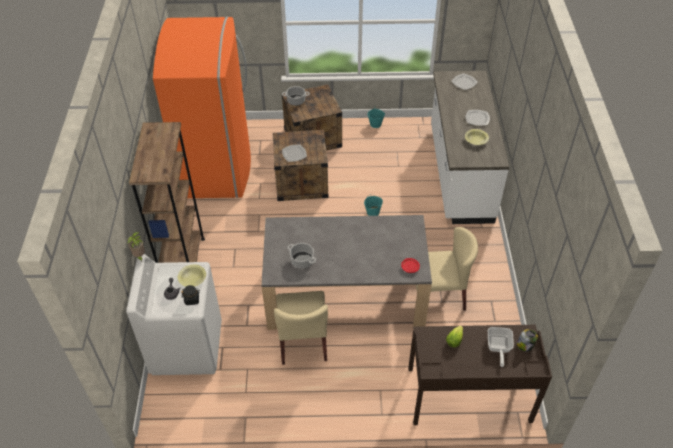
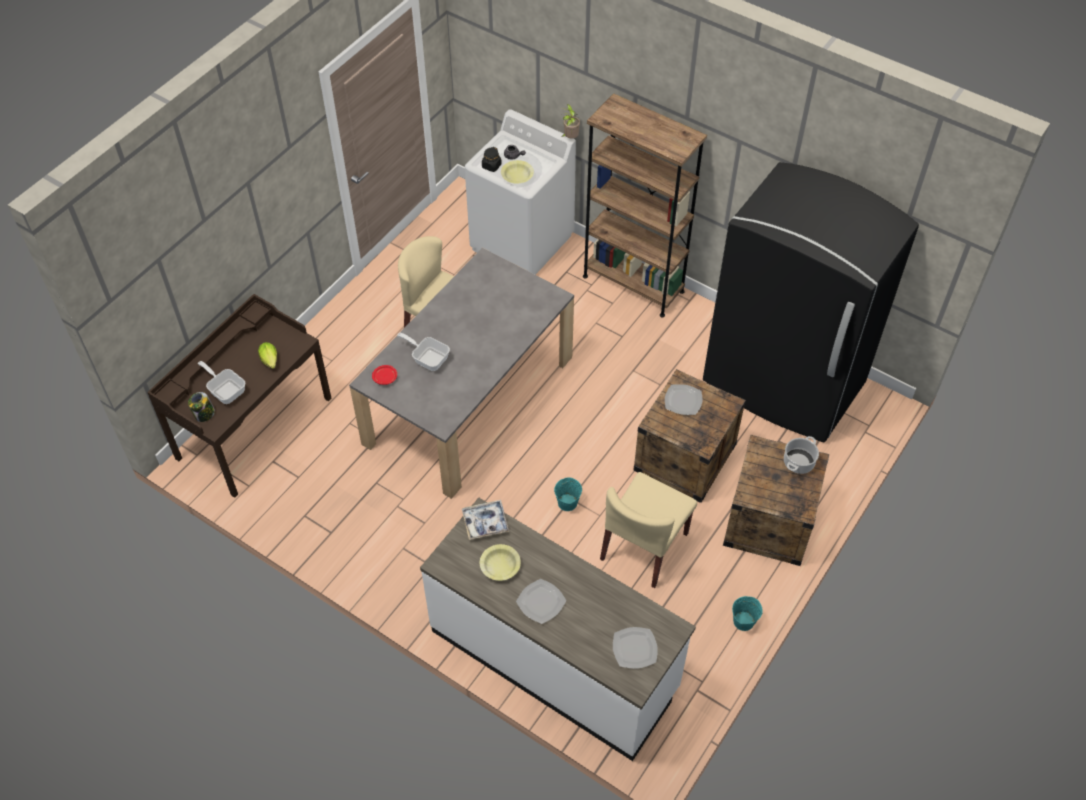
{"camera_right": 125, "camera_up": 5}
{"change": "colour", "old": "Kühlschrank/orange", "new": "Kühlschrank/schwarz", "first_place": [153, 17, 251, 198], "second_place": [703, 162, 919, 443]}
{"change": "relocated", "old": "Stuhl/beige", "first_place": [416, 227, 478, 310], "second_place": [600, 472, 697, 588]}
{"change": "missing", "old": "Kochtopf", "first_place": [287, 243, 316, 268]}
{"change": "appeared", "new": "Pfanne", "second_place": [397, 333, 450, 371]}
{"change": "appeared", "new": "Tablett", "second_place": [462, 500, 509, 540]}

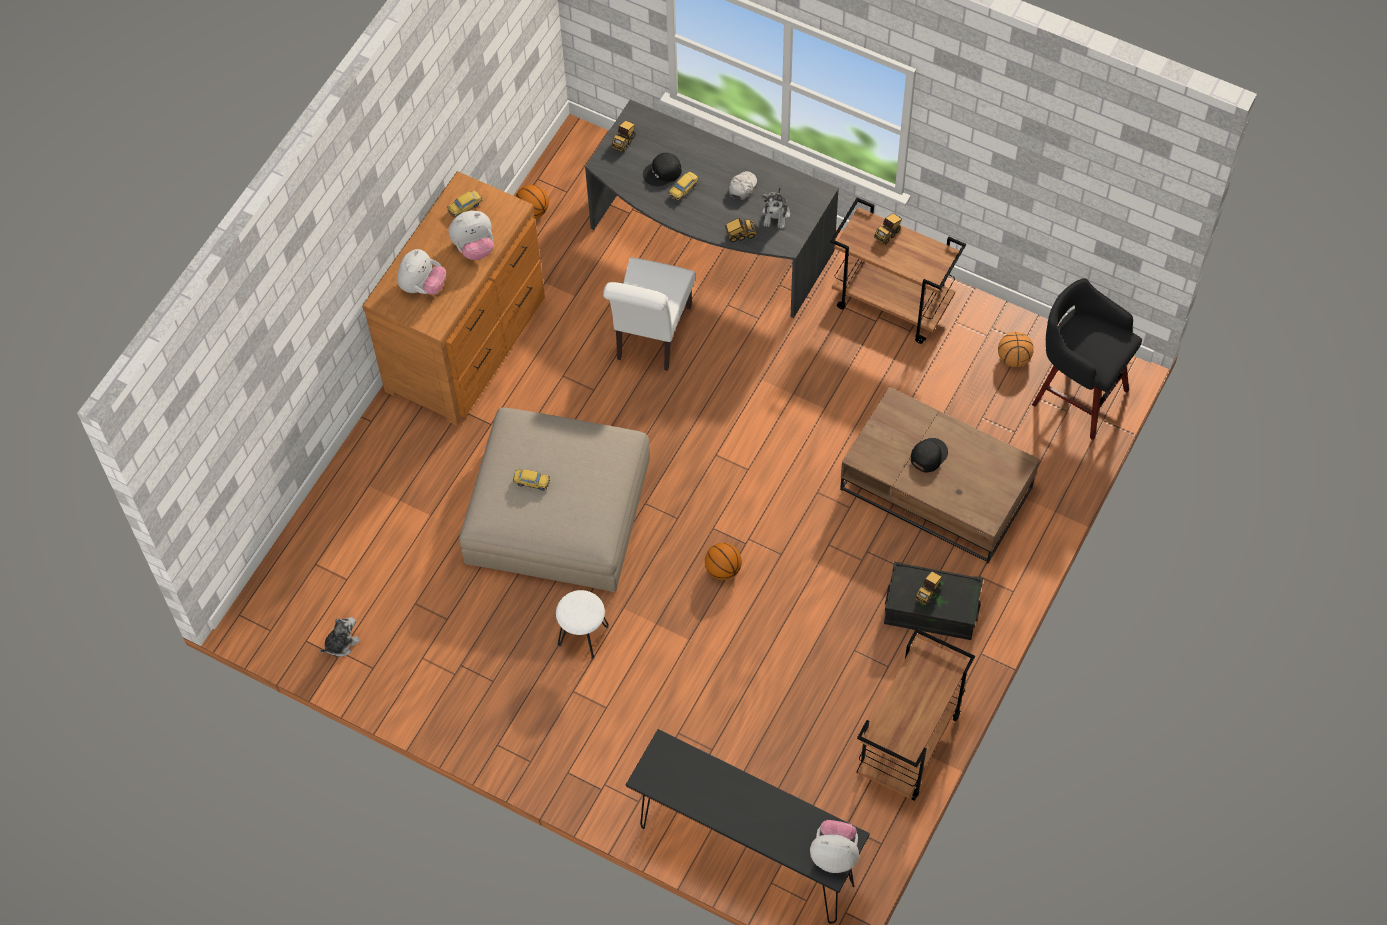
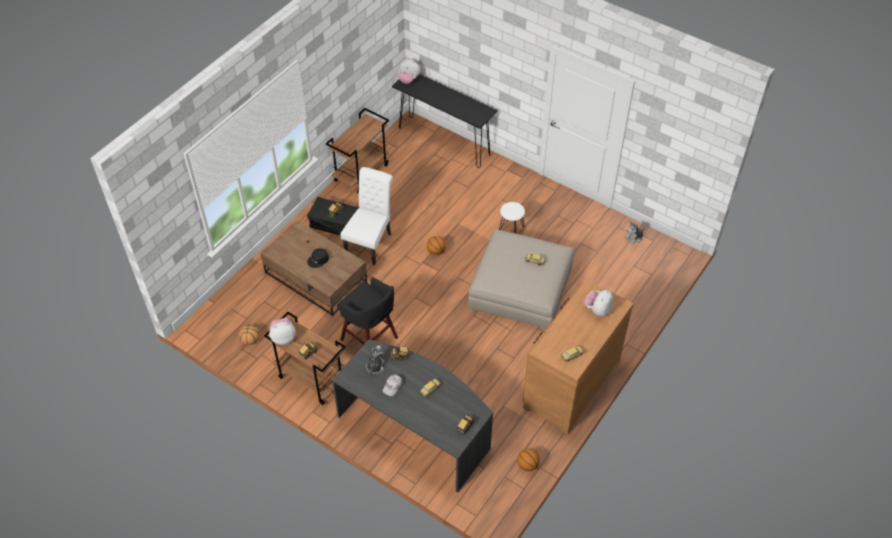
{"camera_right": -175, "camera_up": -10}
{"change": "missing", "old": "Kappe/schwarz", "first_place": [643, 153, 682, 187]}
{"change": "relocated", "old": "Plüschtier", "first_place": [448, 211, 493, 260], "second_place": [269, 318, 296, 345]}
{"change": "relocated", "old": "Stuhl/weiß", "first_place": [603, 257, 695, 371], "second_place": [341, 167, 393, 266]}
{"change": "relocated", "old": "Hocker/schwarz", "first_place": [1032, 278, 1142, 440], "second_place": [337, 278, 398, 345]}

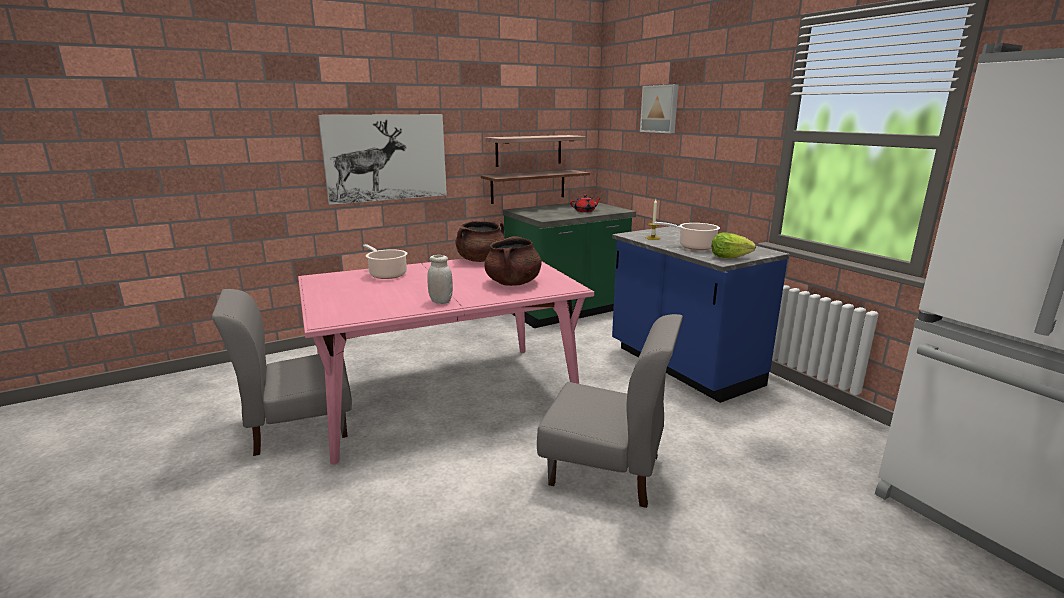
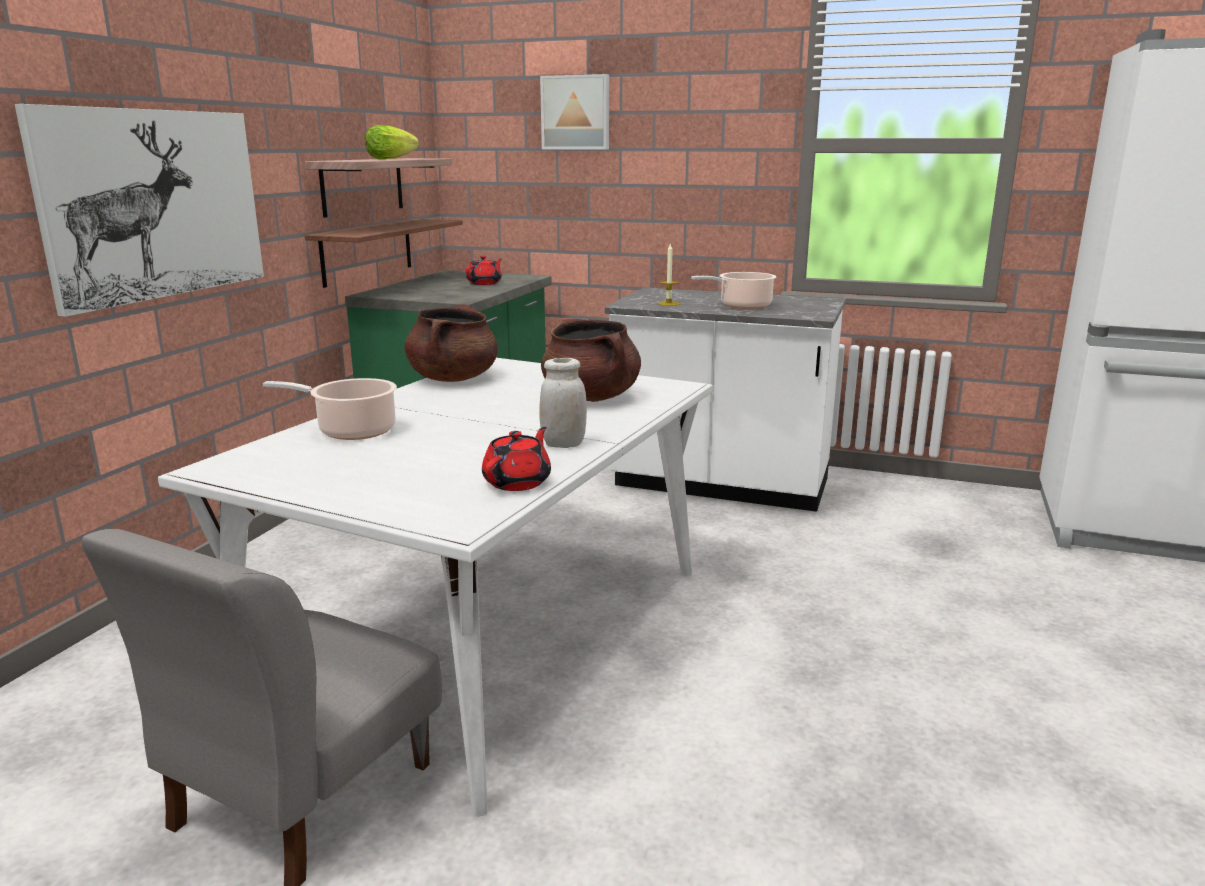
{"camera_right": -40, "camera_up": 0}
{"change": "colour", "old": "Küchenzeile/blau", "new": "Küchenzeile/weiß", "first_place": [612, 226, 790, 403], "second_place": [605, 288, 846, 512]}
{"change": "relocated", "old": "Salatkopf", "first_place": [712, 232, 756, 258], "second_place": [365, 125, 419, 159]}
{"change": "colour", "old": "Esstisch/rosa", "new": "Esstisch/weiß", "first_place": [298, 258, 594, 465], "second_place": [158, 358, 713, 817]}
{"change": "missing", "old": "Stuhl/grau", "first_place": [537, 314, 683, 508]}
{"change": "appeared", "new": "Teekanne/rot", "second_place": [482, 427, 551, 491]}

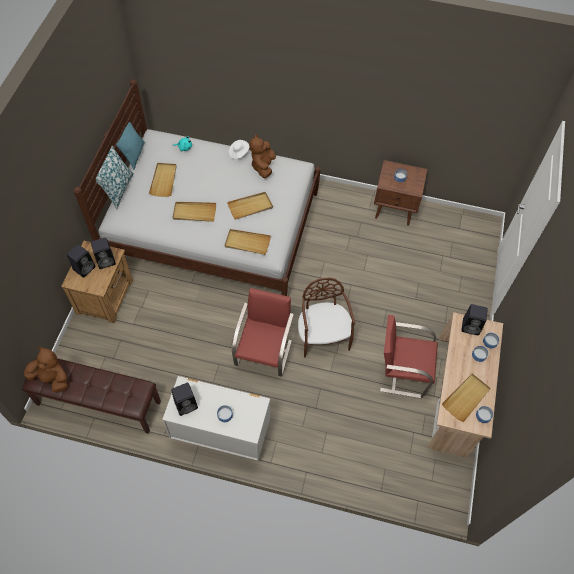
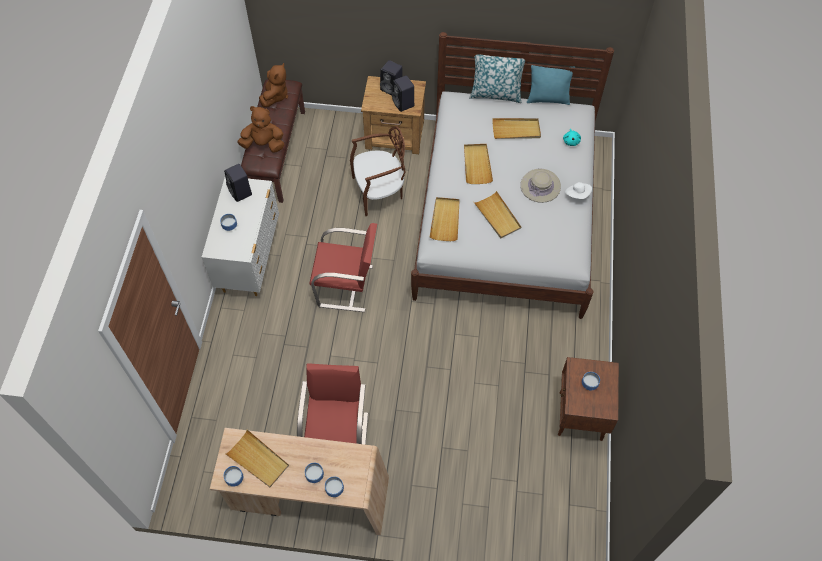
{"camera_right": 85, "camera_up": 0}
{"change": "relocated", "old": "Plüschtier/braun", "first_place": [249, 134, 276, 178], "second_place": [237, 106, 284, 153]}
{"change": "relocated", "old": "Stuhl/braun", "first_place": [298, 278, 355, 358], "second_place": [350, 126, 405, 216]}
{"change": "missing", "old": "Lautsprecher/schwarz", "first_place": [461, 304, 488, 335]}
{"change": "appeared", "new": "Hut/beige", "second_place": [520, 169, 561, 203]}

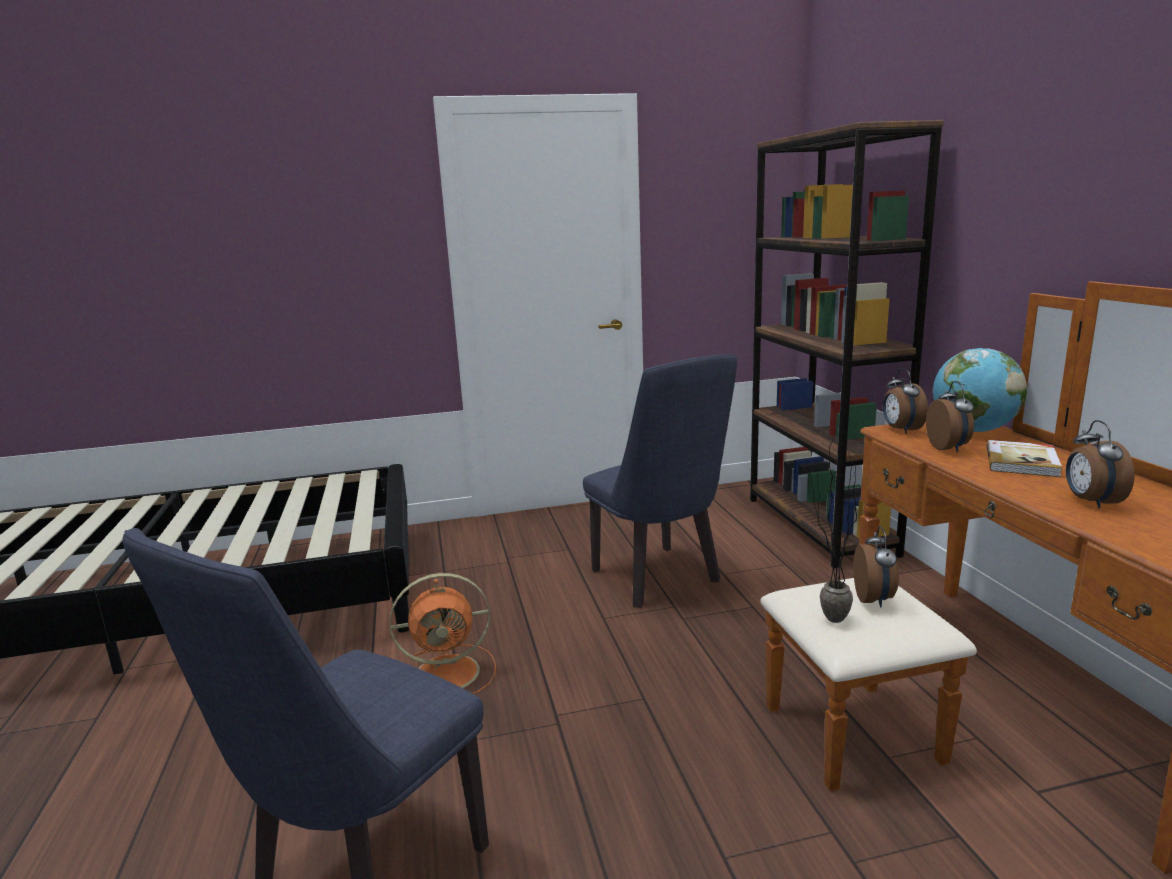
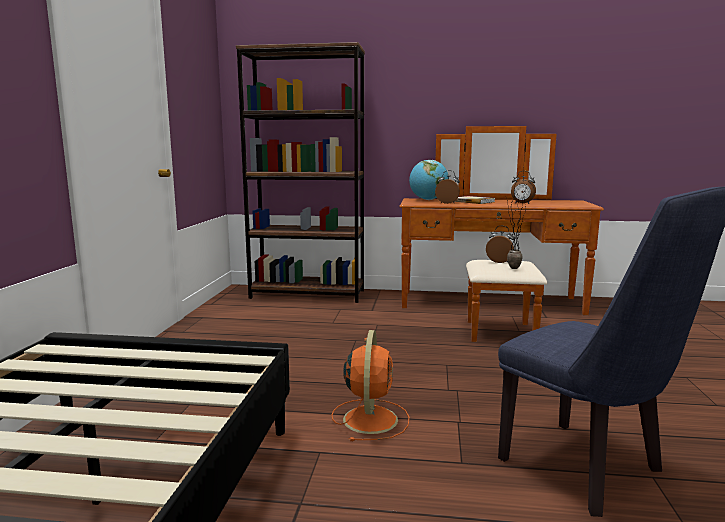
{"camera_right": -70, "camera_up": -5}
{"change": "missing", "old": "Stuhl/blau", "first_place": [583, 354, 737, 608]}
{"change": "missing", "old": "Wecker", "first_place": [883, 368, 928, 434]}

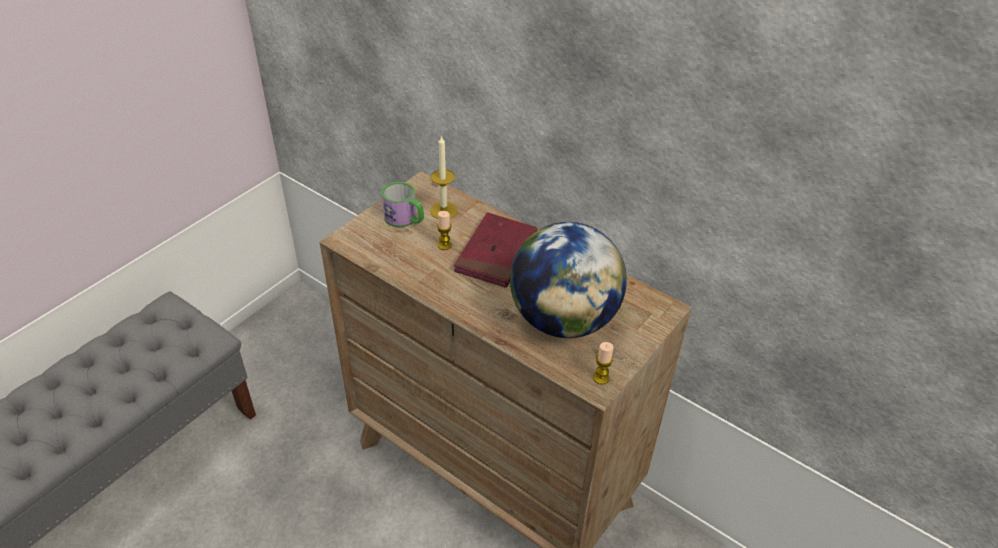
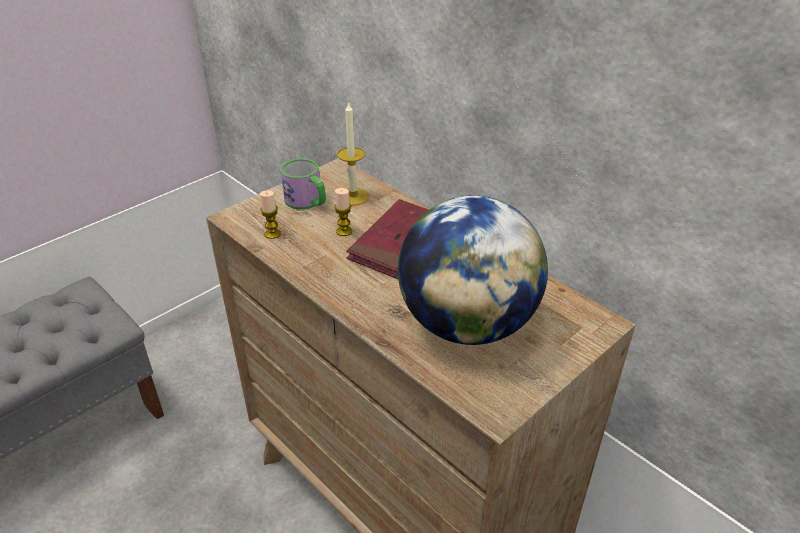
{"camera_right": 10, "camera_up": -5}
{"change": "relocated", "old": "Kerze", "first_place": [593, 342, 613, 385], "second_place": [260, 190, 281, 239]}

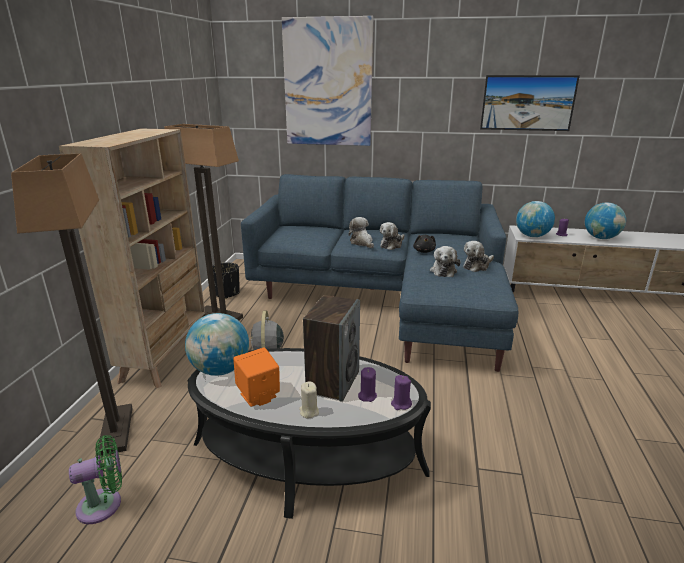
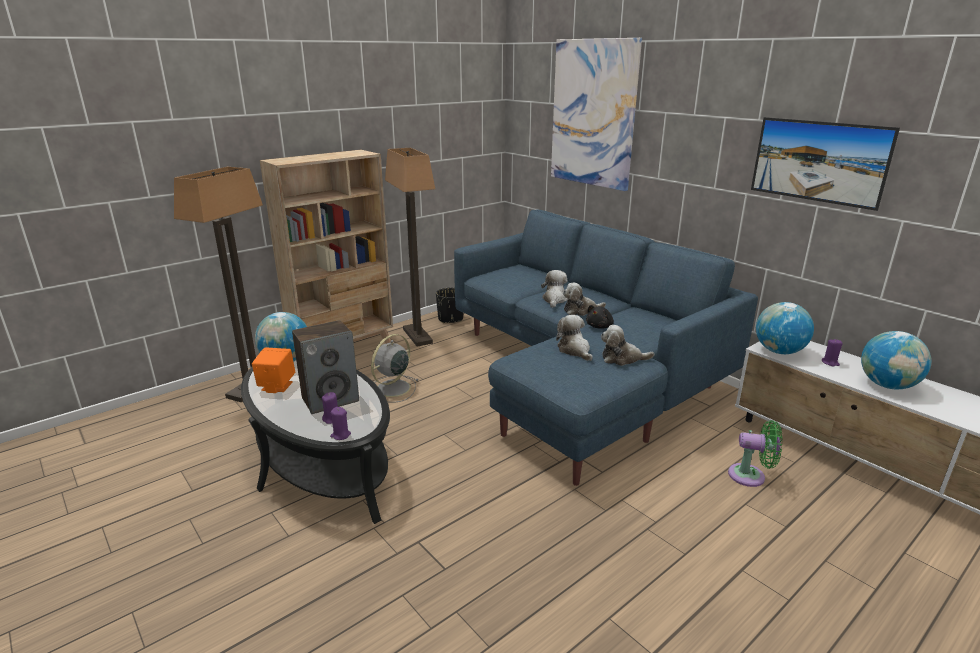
{"camera_right": 40, "camera_up": 0}
{"change": "spun", "old": "Plüschtier", "first_place": [430, 246, 461, 277], "second_place": [556, 315, 593, 361], "degrees": 105}
{"change": "missing", "old": "Kerze/beige", "first_place": [299, 382, 319, 418]}
{"change": "relocated", "old": "Ventilator/grün", "first_place": [69, 435, 122, 524], "second_place": [728, 420, 782, 487]}

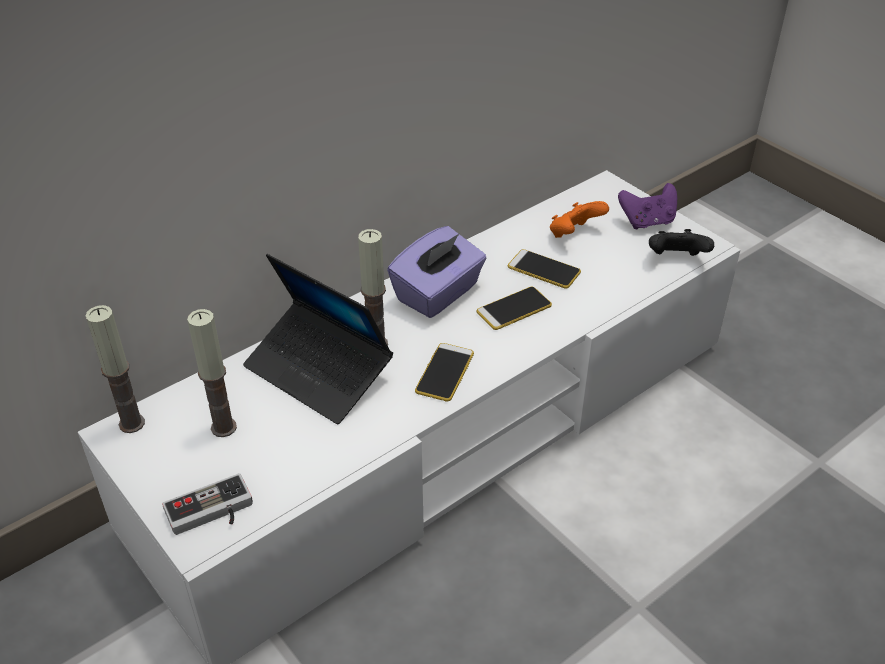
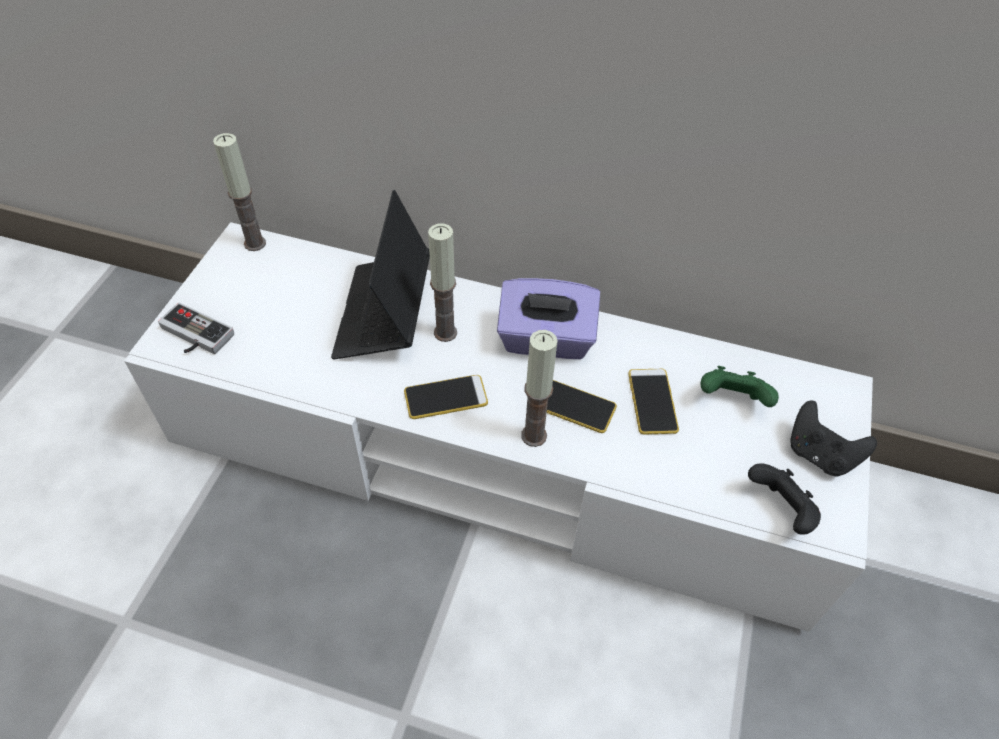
{"camera_right": 55, "camera_up": 10}
{"change": "colour", "old": "Gamepad/lila", "new": "Gamepad/schwarz", "first_place": [618, 183, 677, 229], "second_place": [790, 401, 877, 476]}
{"change": "colour", "old": "Gamepad/orange", "new": "Gamepad/grün", "first_place": [550, 201, 609, 238], "second_place": [700, 366, 779, 407]}
{"change": "relocated", "old": "Kerze", "first_place": [187, 309, 237, 437], "second_place": [521, 330, 558, 447]}

